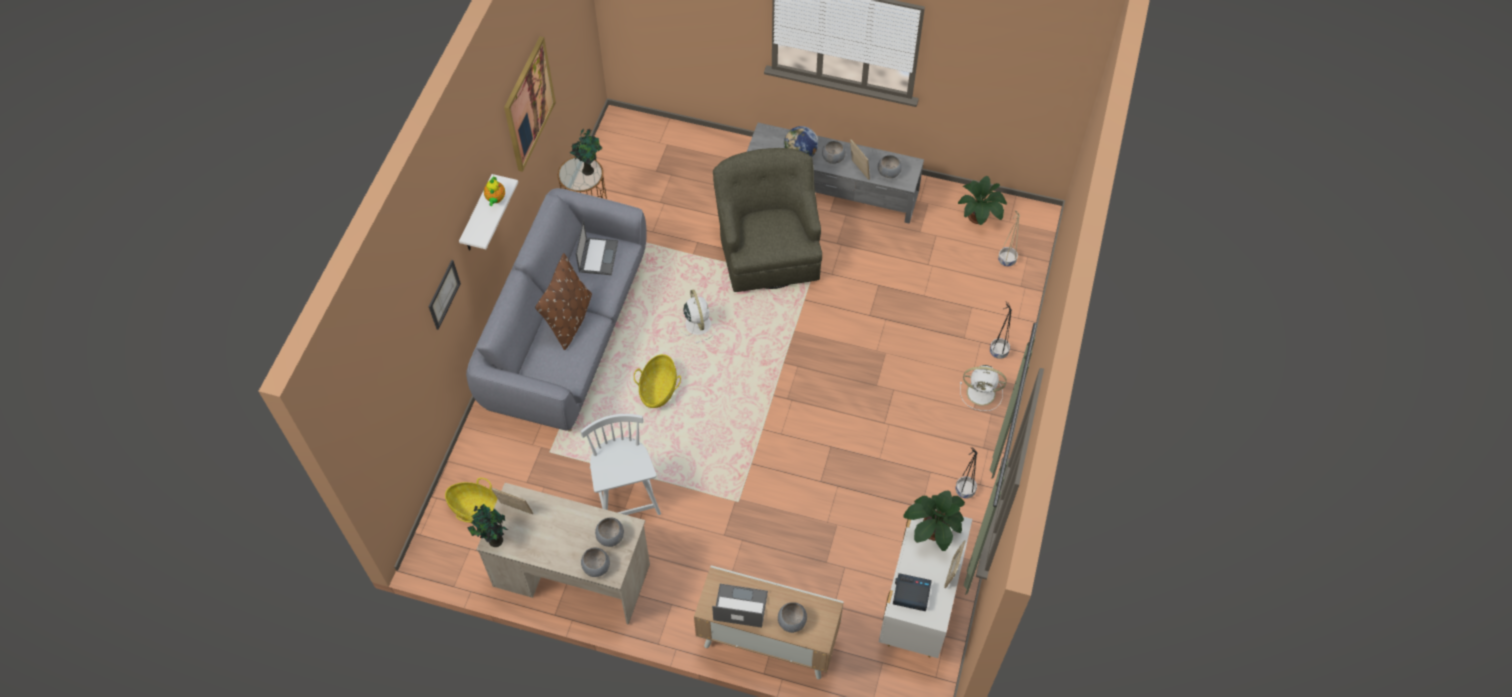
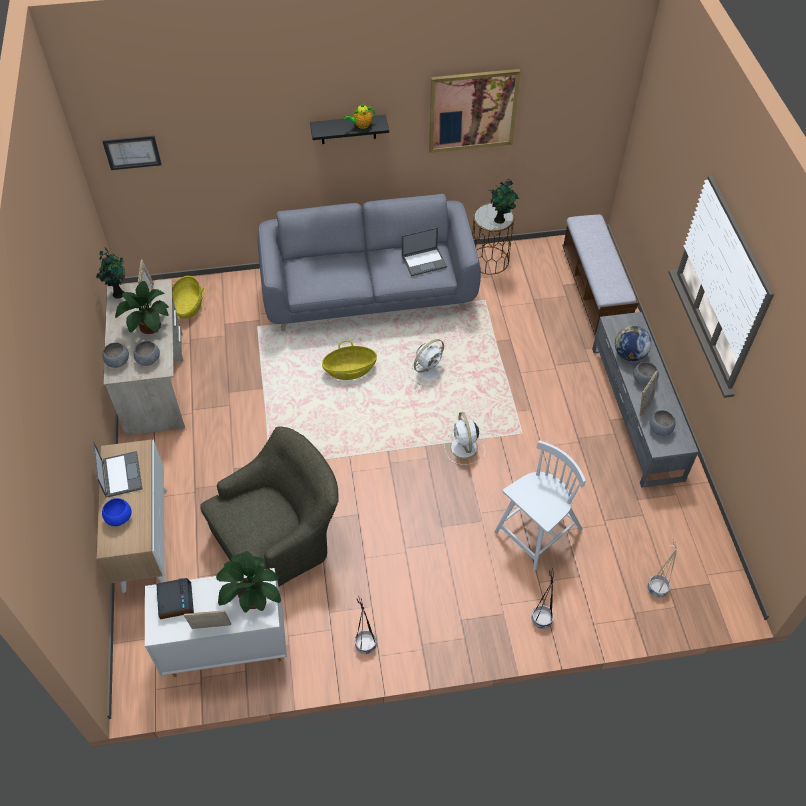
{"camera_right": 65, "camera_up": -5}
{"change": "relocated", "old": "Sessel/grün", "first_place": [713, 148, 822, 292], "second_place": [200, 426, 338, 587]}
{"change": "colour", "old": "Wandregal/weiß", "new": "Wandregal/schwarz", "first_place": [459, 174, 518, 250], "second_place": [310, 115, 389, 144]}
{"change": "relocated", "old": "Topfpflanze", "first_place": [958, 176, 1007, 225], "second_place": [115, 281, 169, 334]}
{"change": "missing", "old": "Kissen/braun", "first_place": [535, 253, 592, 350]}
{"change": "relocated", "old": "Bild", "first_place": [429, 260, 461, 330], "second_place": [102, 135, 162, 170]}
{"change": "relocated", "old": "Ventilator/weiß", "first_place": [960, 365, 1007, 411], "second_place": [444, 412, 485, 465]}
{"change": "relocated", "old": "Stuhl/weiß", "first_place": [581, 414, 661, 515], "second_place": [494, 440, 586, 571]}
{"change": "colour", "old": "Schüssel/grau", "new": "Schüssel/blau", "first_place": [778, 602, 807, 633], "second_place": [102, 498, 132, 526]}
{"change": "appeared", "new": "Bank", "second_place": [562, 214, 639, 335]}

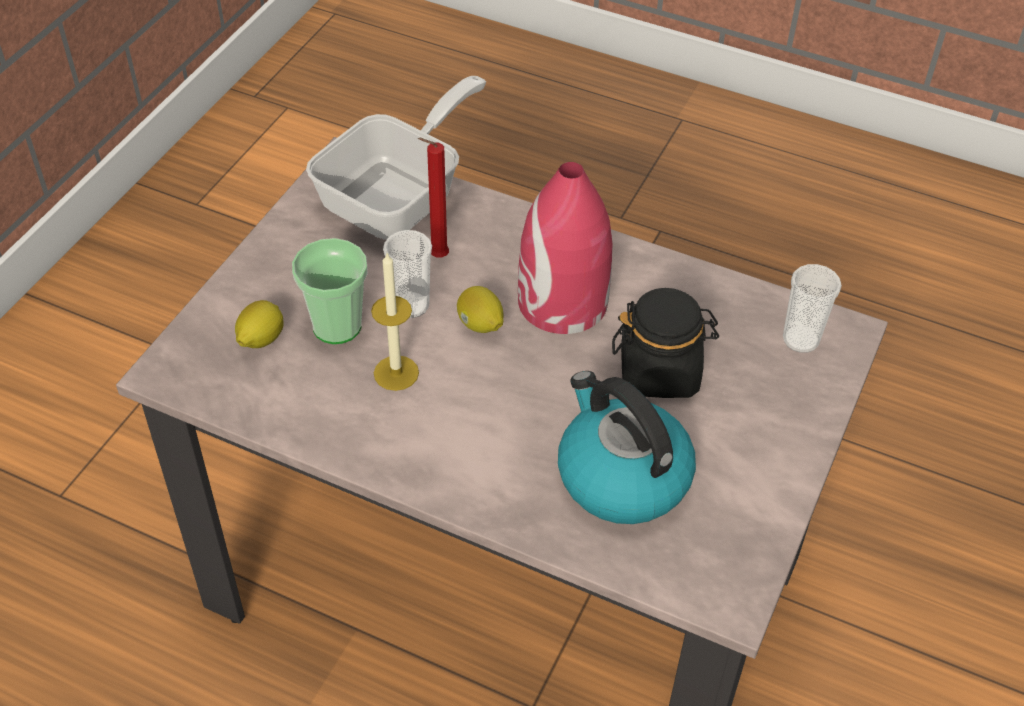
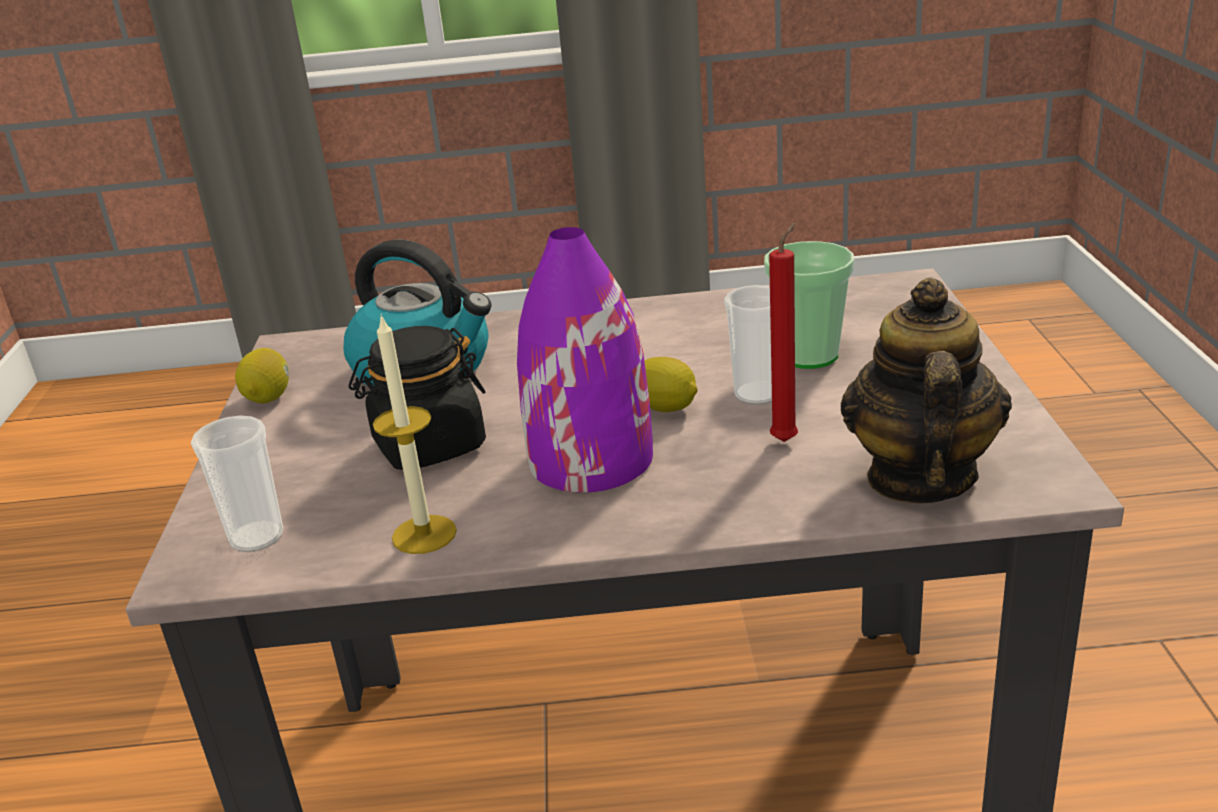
{"camera_right": 155, "camera_up": -20}
{"change": "exchanged", "old": "Pfanne", "new": "Teekanne", "first_place": [306, 76, 486, 240], "second_place": [841, 277, 1012, 504]}
{"change": "colour", "old": "Vase/rot", "new": "Vase/lila", "first_place": [518, 162, 612, 334], "second_place": [517, 227, 653, 493]}
{"change": "relocated", "old": "Kerze", "first_place": [371, 253, 419, 391], "second_place": [373, 314, 457, 554]}
{"change": "relocated", "old": "Zitrone", "first_place": [235, 300, 284, 348], "second_place": [235, 348, 289, 403]}

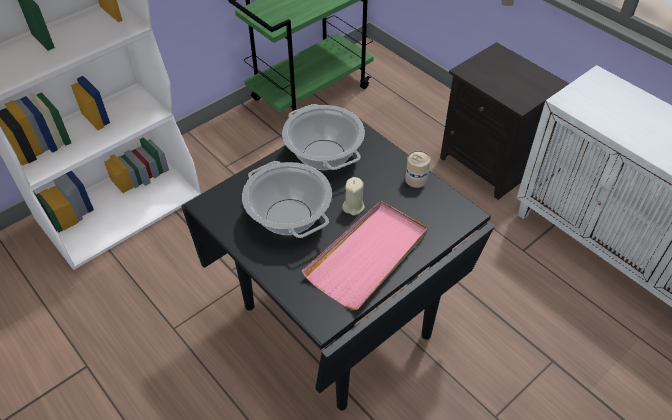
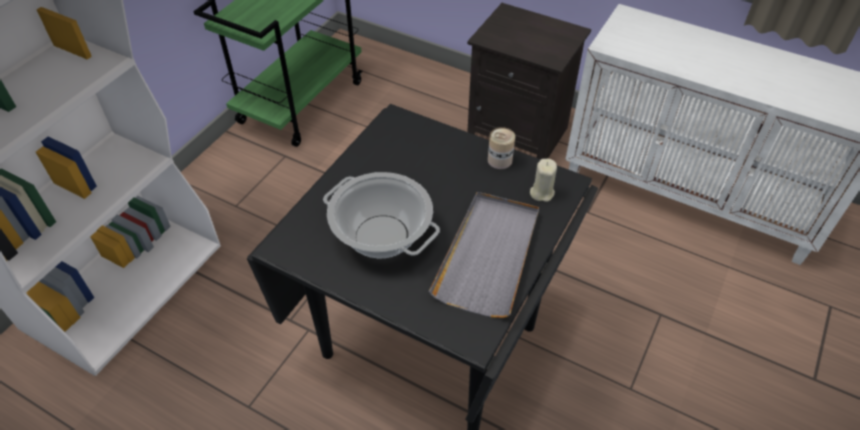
{"camera_right": -20, "camera_up": 0}
{"change": "missing", "old": "Kochtopf", "first_place": [282, 104, 365, 170]}
{"change": "relocated", "old": "Kerze/beige", "first_place": [342, 177, 365, 215], "second_place": [530, 159, 557, 202]}
{"change": "colour", "old": "Tablett/rosa", "new": "Tablett/grau", "first_place": [302, 201, 428, 310], "second_place": [429, 192, 539, 318]}

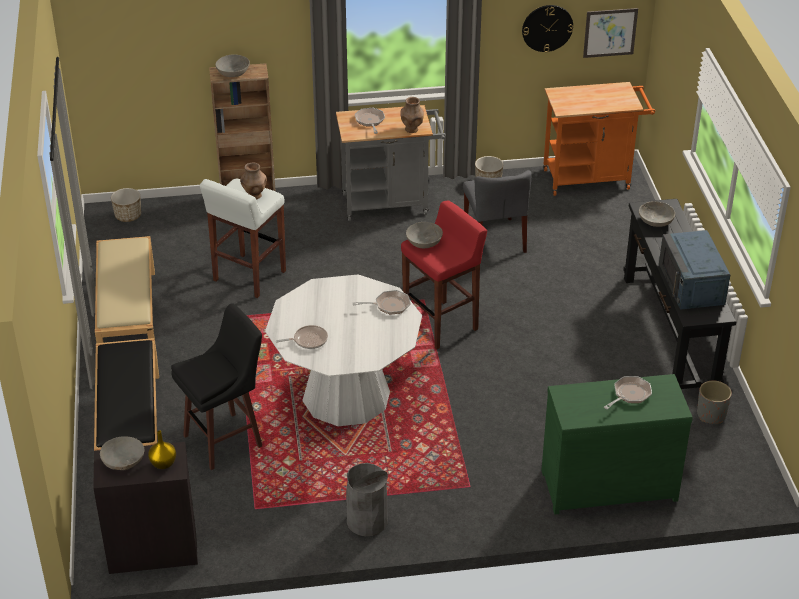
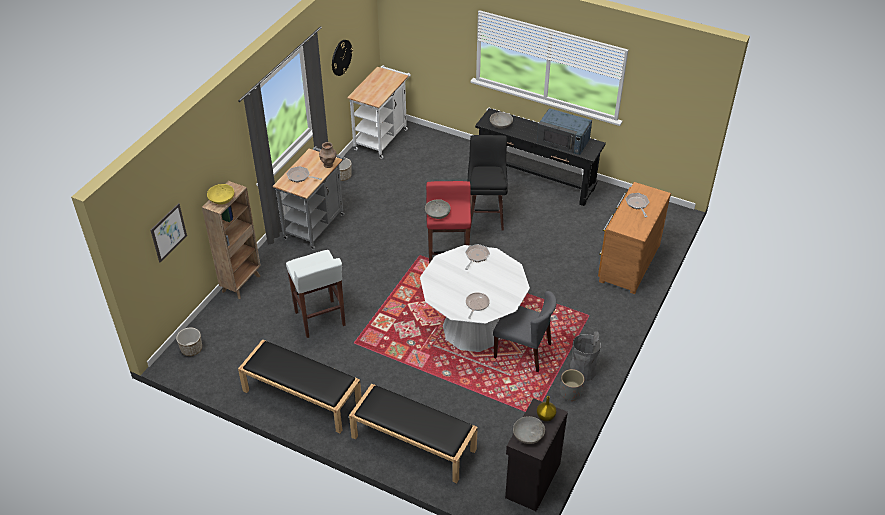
{"camera_right": -55, "camera_up": 5}
{"change": "relocated", "old": "Bild", "first_place": [583, 8, 638, 58], "second_place": [151, 203, 187, 262]}
{"change": "colour", "old": "Schüssel/grau", "new": "Schüssel/gelb", "first_place": [215, 54, 250, 77], "second_place": [207, 184, 234, 205]}
{"change": "colour", "old": "Rollwagen/orange", "new": "Rollwagen/weiß", "first_place": [543, 82, 655, 196], "second_place": [347, 65, 411, 159]}
{"change": "missing", "old": "Vase/braun", "first_place": [240, 163, 267, 200]}
{"change": "relocated", "old": "Stuhl/grau", "first_place": [463, 170, 532, 253], "second_place": [493, 291, 557, 372]}
{"change": "colour", "old": "Bank/beige", "new": "Bank/schwarz", "first_place": [95, 236, 158, 362], "second_place": [238, 339, 362, 433]}
{"change": "relocated", "old": "Hocker/schwarz", "first_place": [171, 303, 262, 470], "second_place": [468, 135, 508, 231]}
{"change": "colour", "old": "Kommode/grün", "new": "Kommode/braun", "first_place": [541, 374, 693, 514], "second_place": [598, 182, 671, 294]}
{"change": "relocated", "old": "Pflanzkübel/grau", "first_place": [697, 381, 732, 424], "second_place": [560, 369, 584, 401]}

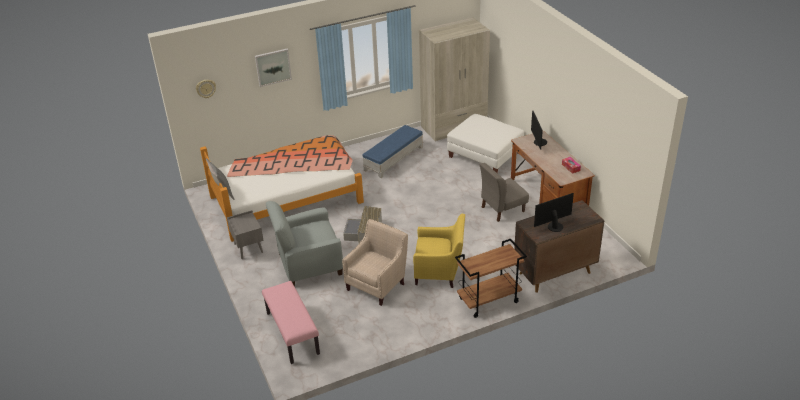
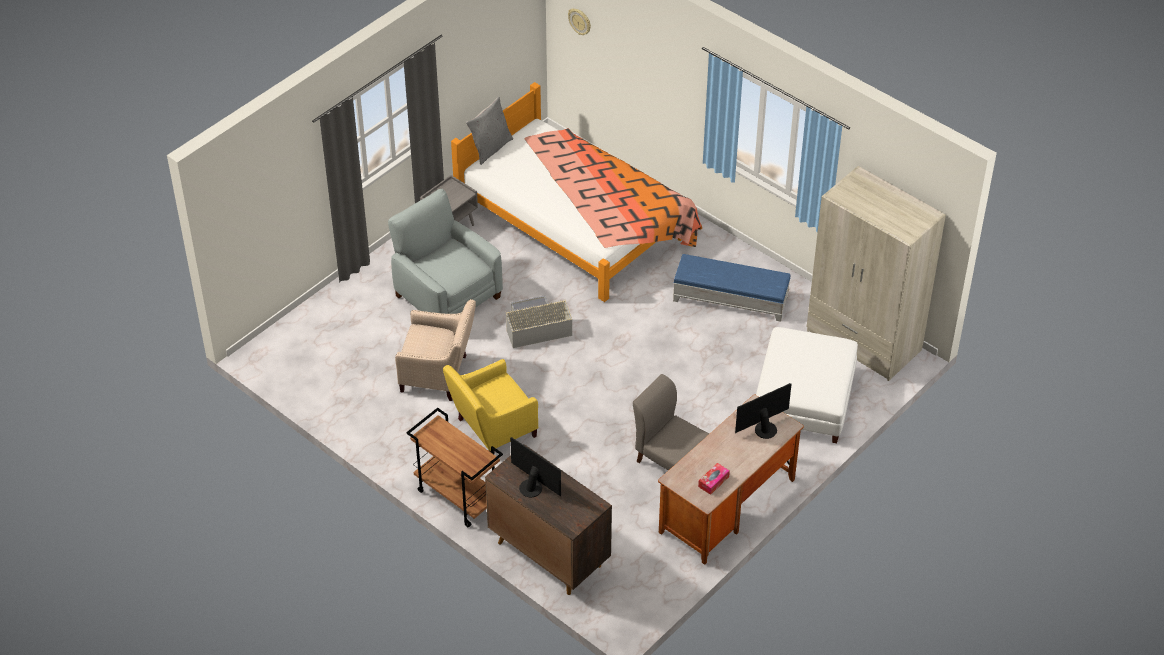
{"camera_right": 65, "camera_up": 10}
{"change": "missing", "old": "Bild", "first_place": [255, 49, 292, 87]}
{"change": "spun", "old": "Sessel/gelb", "first_place": [413, 214, 465, 288], "second_place": [443, 359, 538, 453], "degrees": 75}
{"change": "missing", "old": "Bank/rosa", "first_place": [262, 281, 320, 364]}

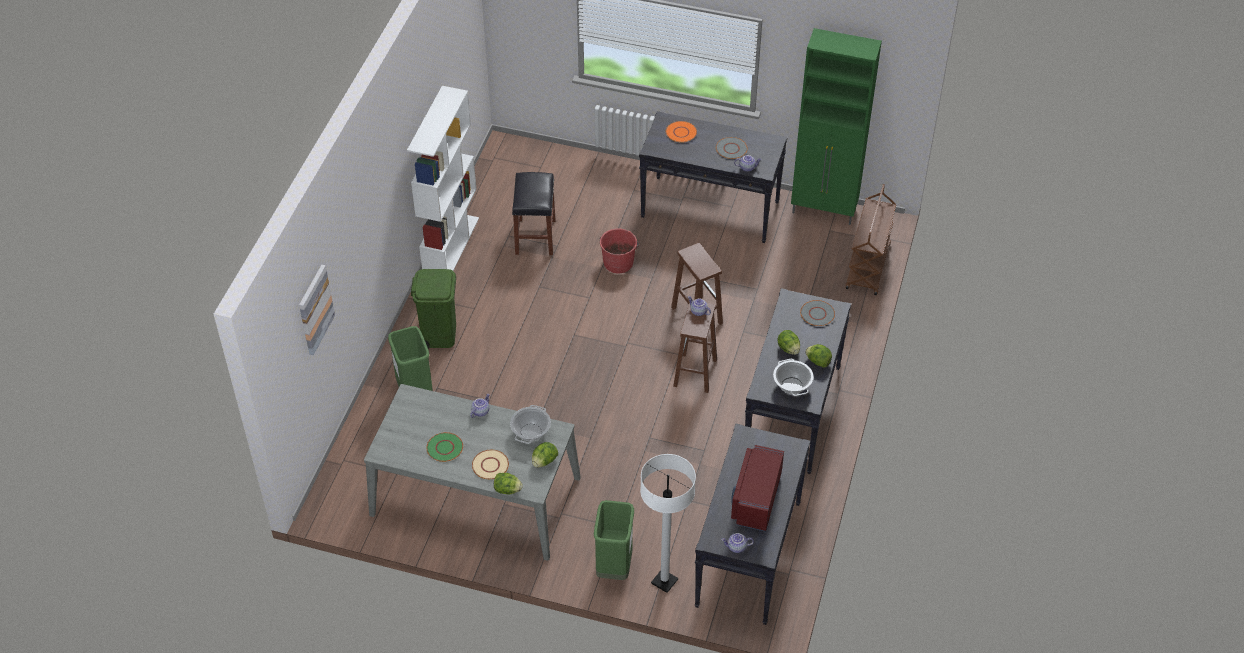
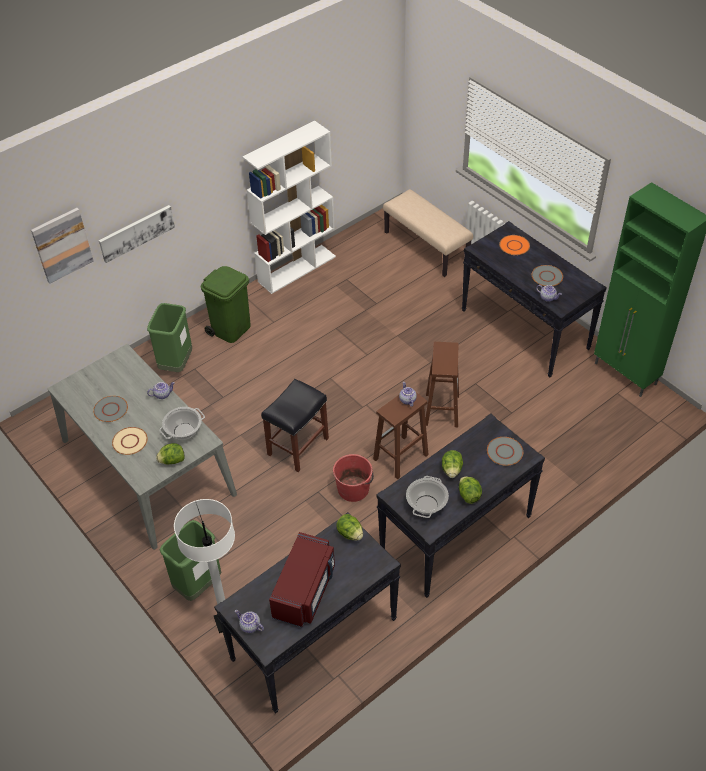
{"camera_right": 35, "camera_up": 0}
{"change": "relocated", "old": "Hocker/schwarz", "first_place": [512, 172, 555, 255], "second_place": [261, 379, 329, 472]}
{"change": "missing", "old": "Rollwagen/braun", "first_place": [846, 184, 897, 295]}
{"change": "relocated", "old": "Eimer/rot", "first_place": [600, 228, 639, 274], "second_place": [333, 454, 374, 502]}
{"change": "colour", "old": "Teller/grün", "new": "Teller/grau", "first_place": [426, 432, 463, 462], "second_place": [93, 396, 128, 422]}
{"change": "spun", "old": "Mikrowelle/rot", "first_place": [731, 445, 784, 532], "second_place": [269, 532, 335, 627], "degrees": 150}
{"change": "relocated", "old": "Salatkopf", "first_place": [494, 473, 523, 494], "second_place": [336, 514, 363, 541]}
{"change": "appeared", "new": "Bank/beige", "second_place": [383, 189, 473, 277]}
{"change": "appeared", "new": "Bild", "second_place": [99, 205, 175, 263]}

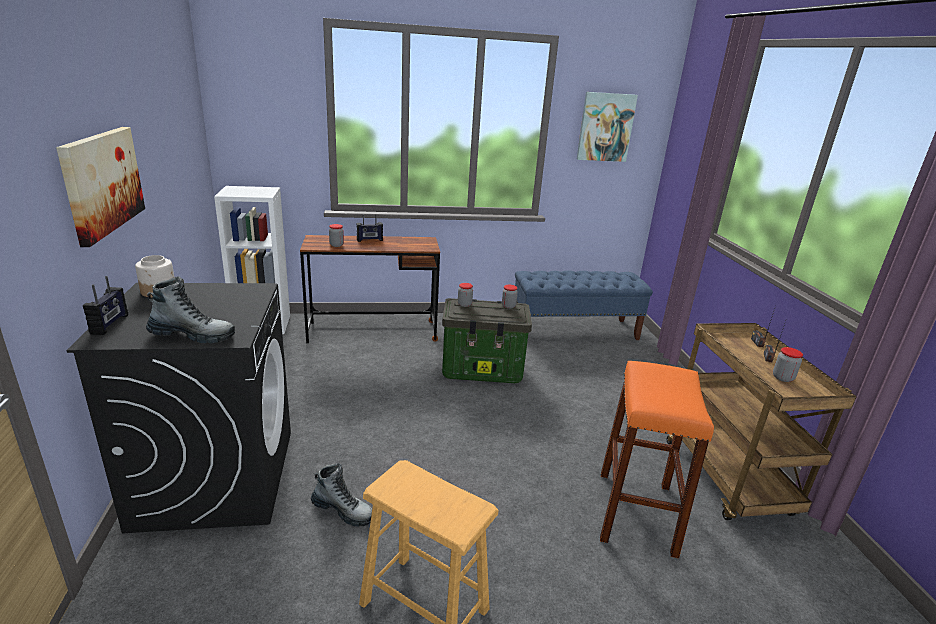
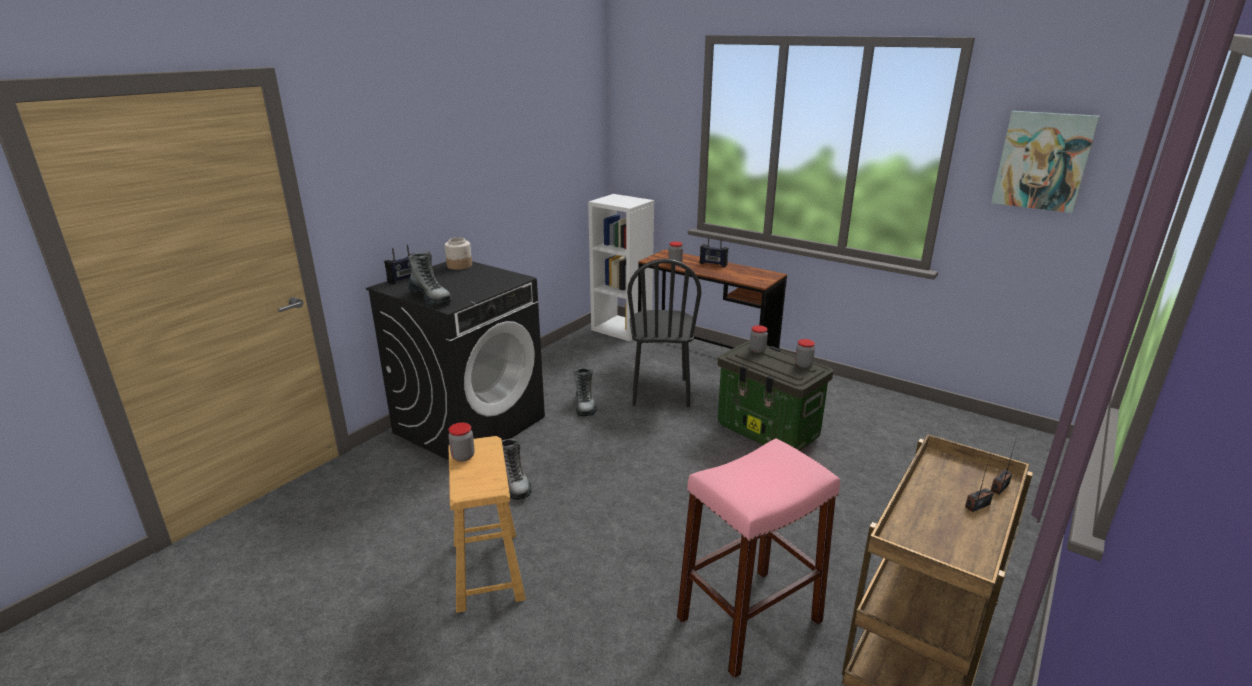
{"camera_right": 45, "camera_up": 0}
{"change": "missing", "old": "Bild", "first_place": [56, 127, 145, 247]}
{"change": "missing", "old": "Bank/blau", "first_place": [515, 271, 653, 340]}
{"change": "relocated", "old": "Vorratsglas", "first_place": [773, 347, 803, 382], "second_place": [448, 423, 475, 462]}
{"change": "colour", "old": "Hocker/orange", "new": "Hocker/rosa", "first_place": [600, 361, 714, 558], "second_place": [677, 438, 840, 678]}
{"change": "appeared", "new": "Stuhl/schwarz", "second_place": [627, 259, 702, 407]}
{"change": "appeared", "new": "Stiefel", "second_place": [573, 368, 597, 416]}

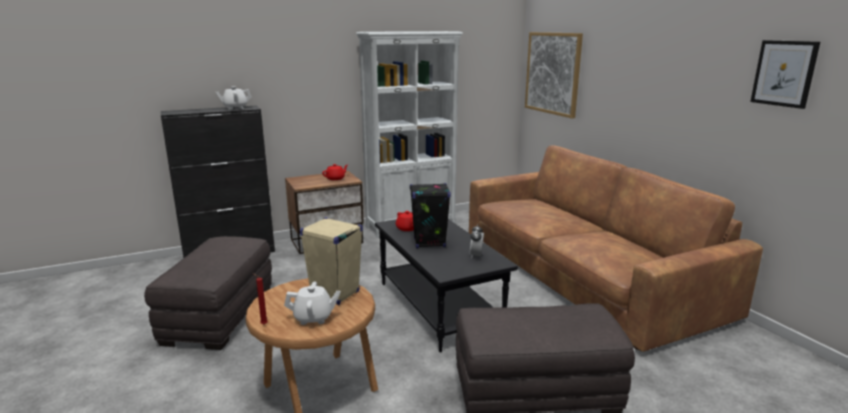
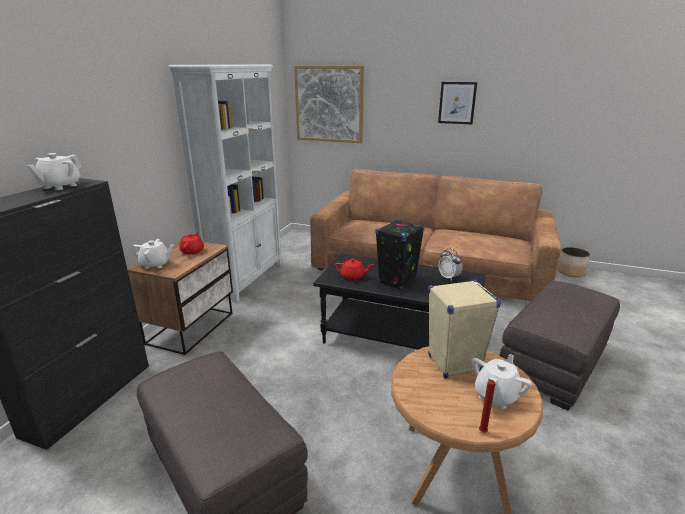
{"camera_right": -45, "camera_up": 5}
{"change": "relocated", "old": "Bild", "first_place": [750, 40, 820, 109], "second_place": [438, 82, 477, 124]}
{"change": "appeared", "new": "Teekanne/weiß", "second_place": [132, 239, 174, 269]}
{"change": "appeared", "new": "Pflanzkübel", "second_place": [557, 247, 590, 277]}

